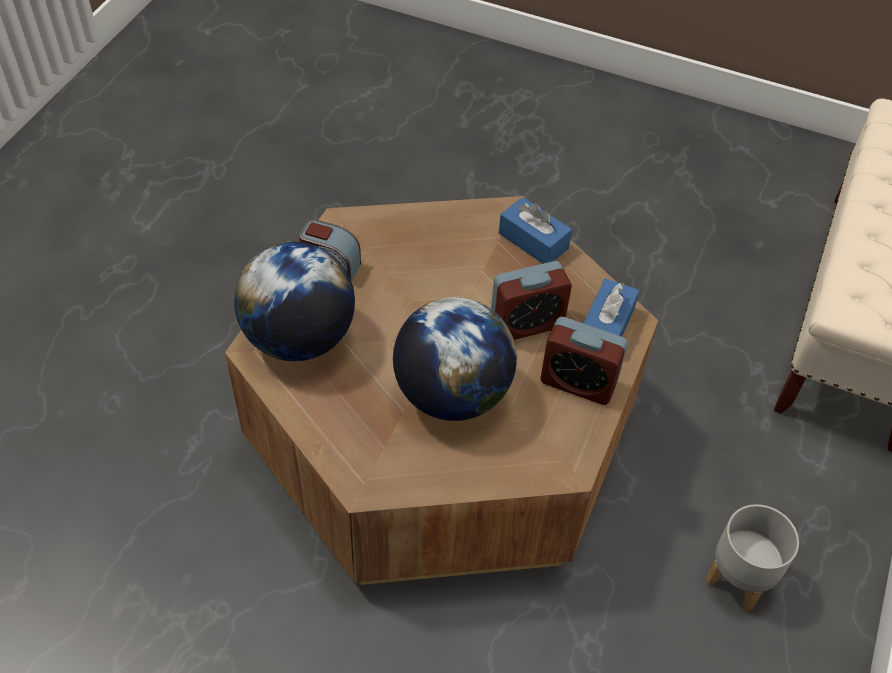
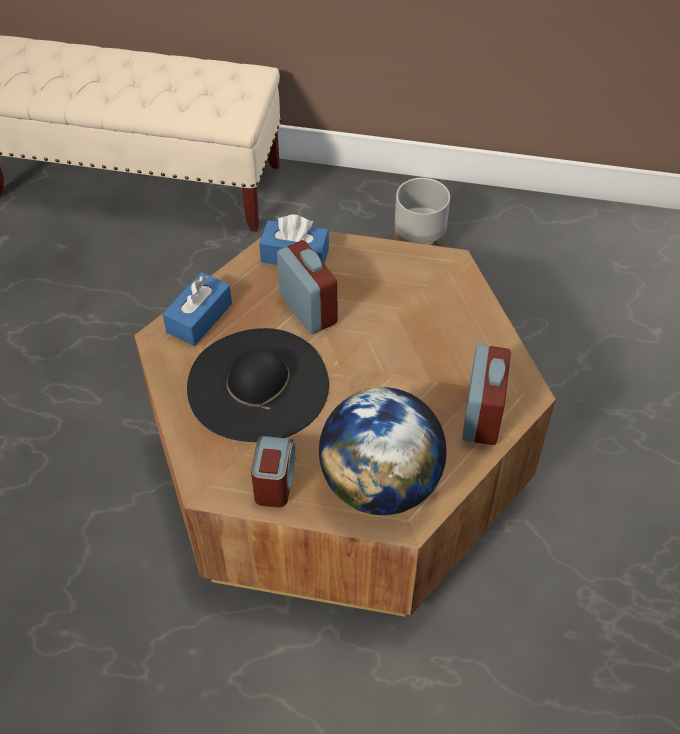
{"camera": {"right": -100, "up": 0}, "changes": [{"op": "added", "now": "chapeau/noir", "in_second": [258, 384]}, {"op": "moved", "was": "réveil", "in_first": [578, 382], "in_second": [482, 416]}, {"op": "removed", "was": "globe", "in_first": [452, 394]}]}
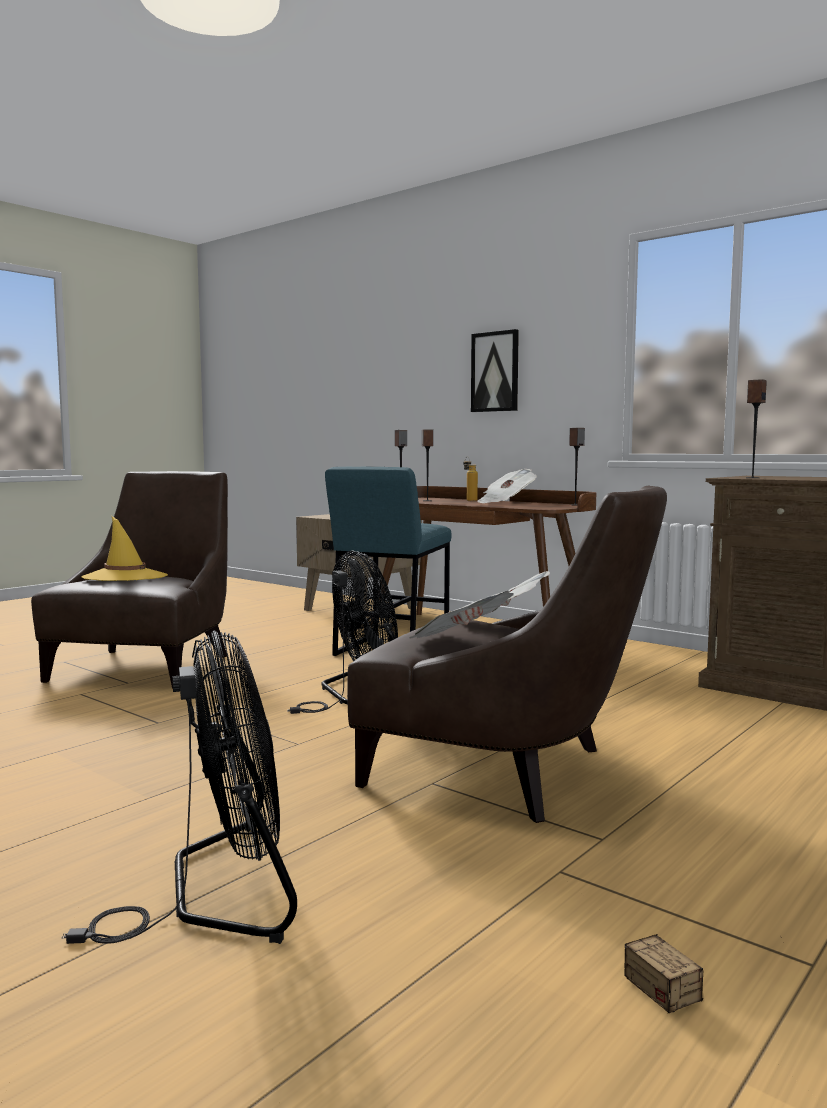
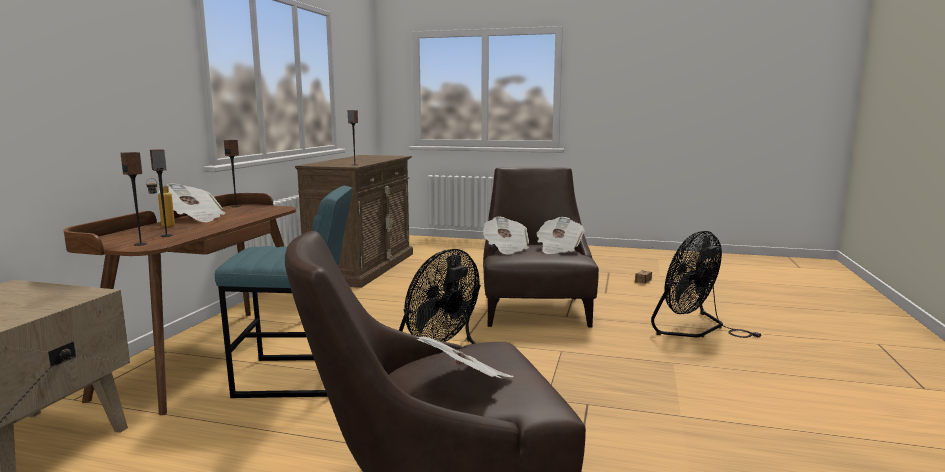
{"camera": {"right": -115, "up": 5}, "changes": [{"op": "replaced", "was": "chapeau/jaune", "now": "journal", "in_first": [125, 577], "in_second": [465, 382]}, {"op": "removed", "was": "tableau", "in_first": [495, 372]}]}
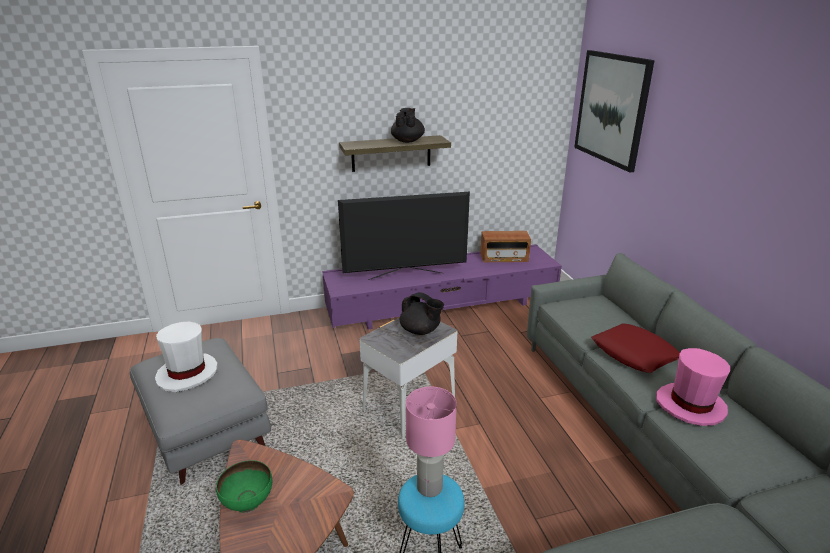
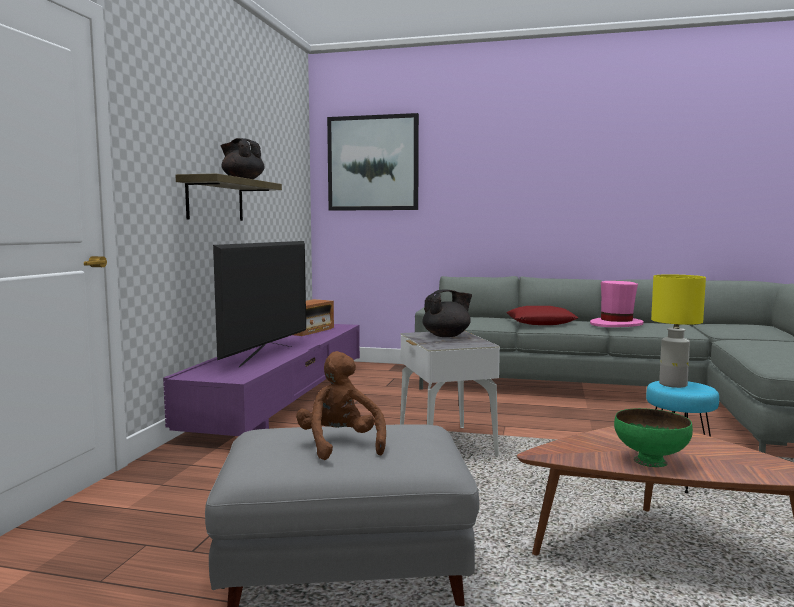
{"camera": {"right": -60, "up": -20}, "changes": [{"op": "replaced", "was": "chapeau/blanc", "now": "peluche/marron", "in_first": [187, 374], "in_second": [340, 445]}, {"op": "recoloured", "was": "lampe de table/rose", "now": "lampe de table/jaune", "in_first": [430, 488], "in_second": [674, 384]}]}
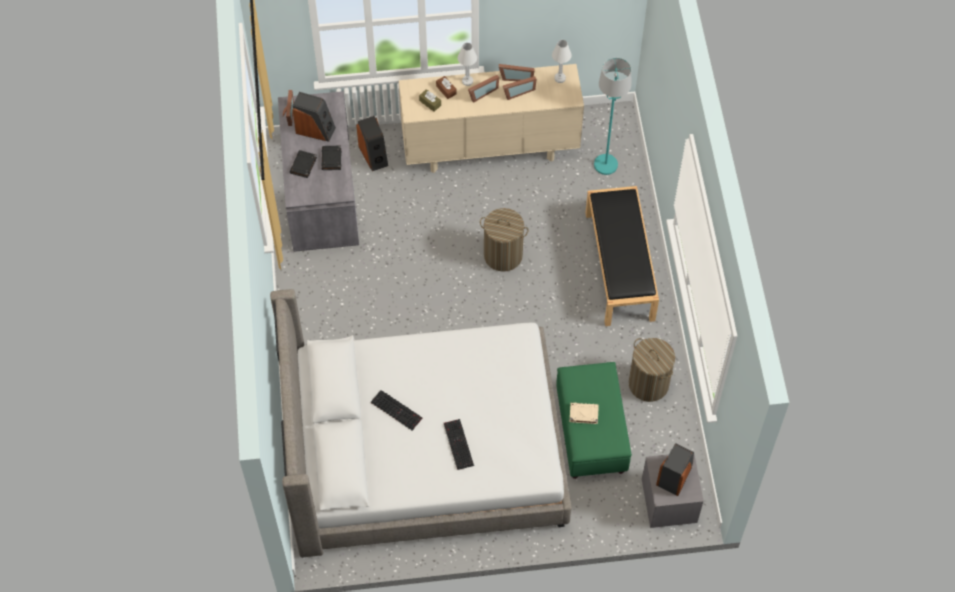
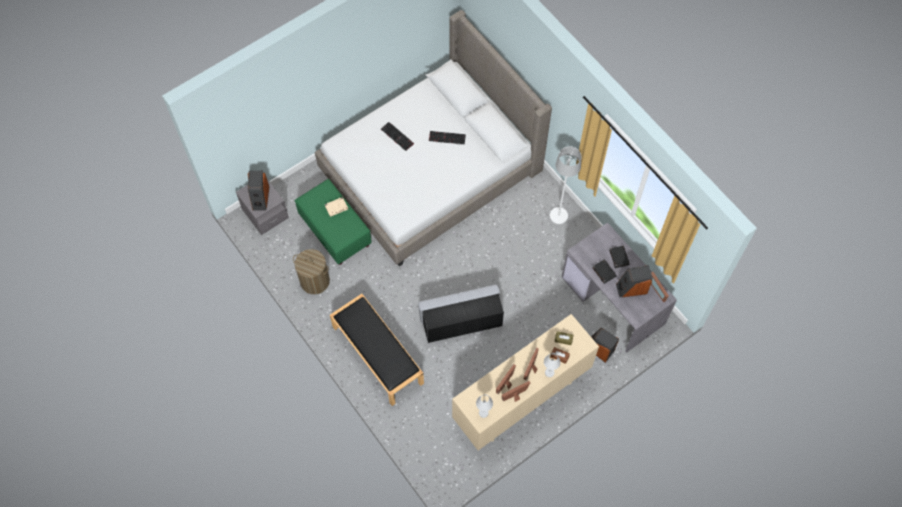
{"camera": {"right": 150, "up": 5}, "changes": [{"op": "replaced", "was": "panier à linge", "now": "pouf/gris", "in_first": [503, 255], "in_second": [461, 320]}, {"op": "added", "now": "lampadaire/blanc", "in_second": [558, 215]}, {"op": "removed", "was": "lampadaire/turquoise", "in_first": [605, 165]}]}
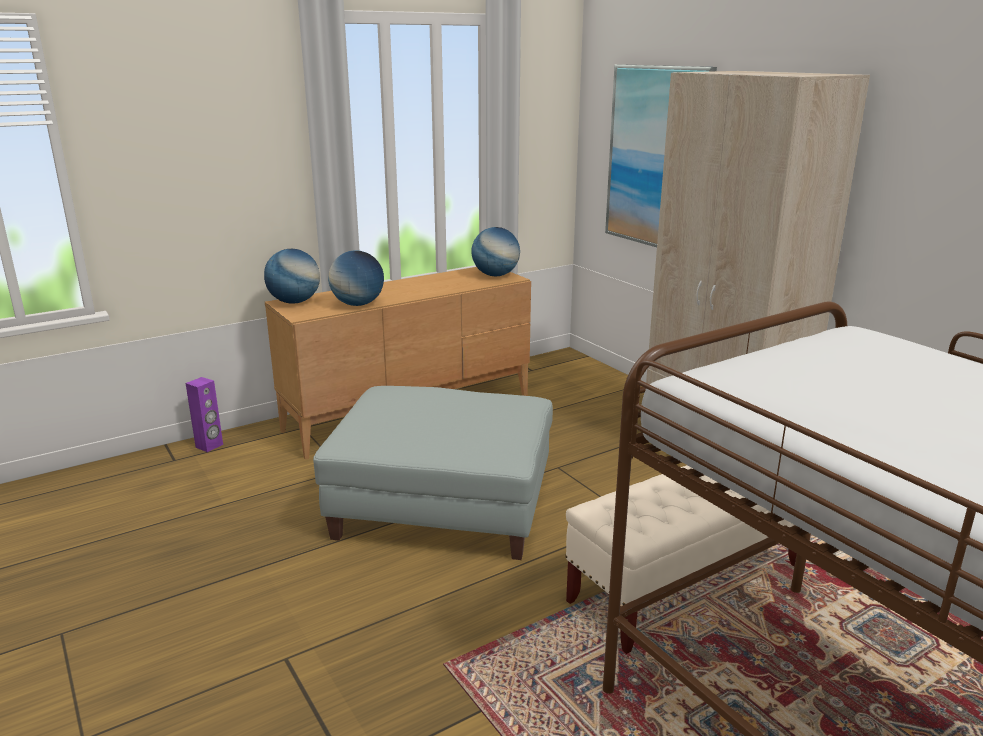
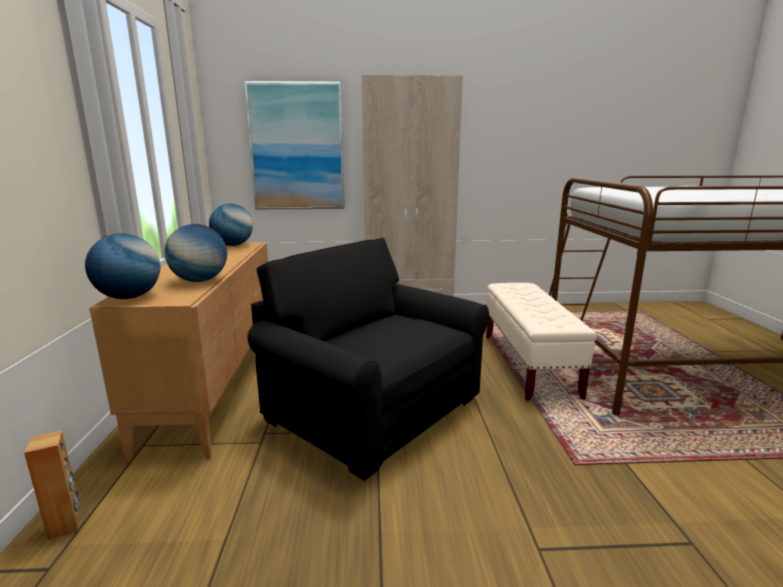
{"camera": {"right": -60, "up": -5}, "changes": [{"op": "recoloured", "was": "enceinte/violet", "now": "enceinte/marron", "in_first": [209, 446], "in_second": [66, 525]}, {"op": "replaced", "was": "pouf/gris", "now": "fauteuil/noir", "in_first": [444, 504], "in_second": [375, 409]}]}
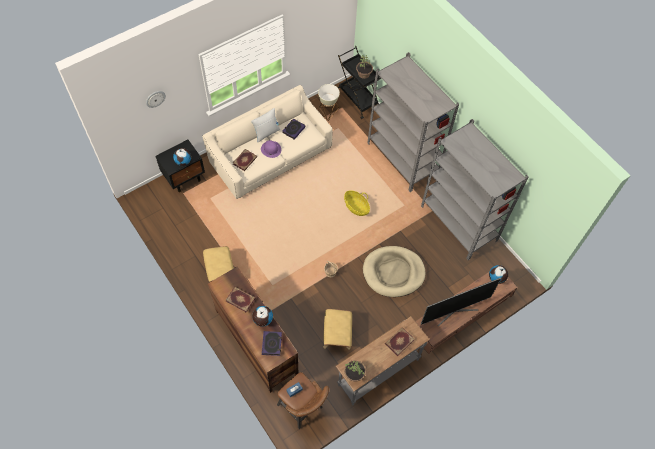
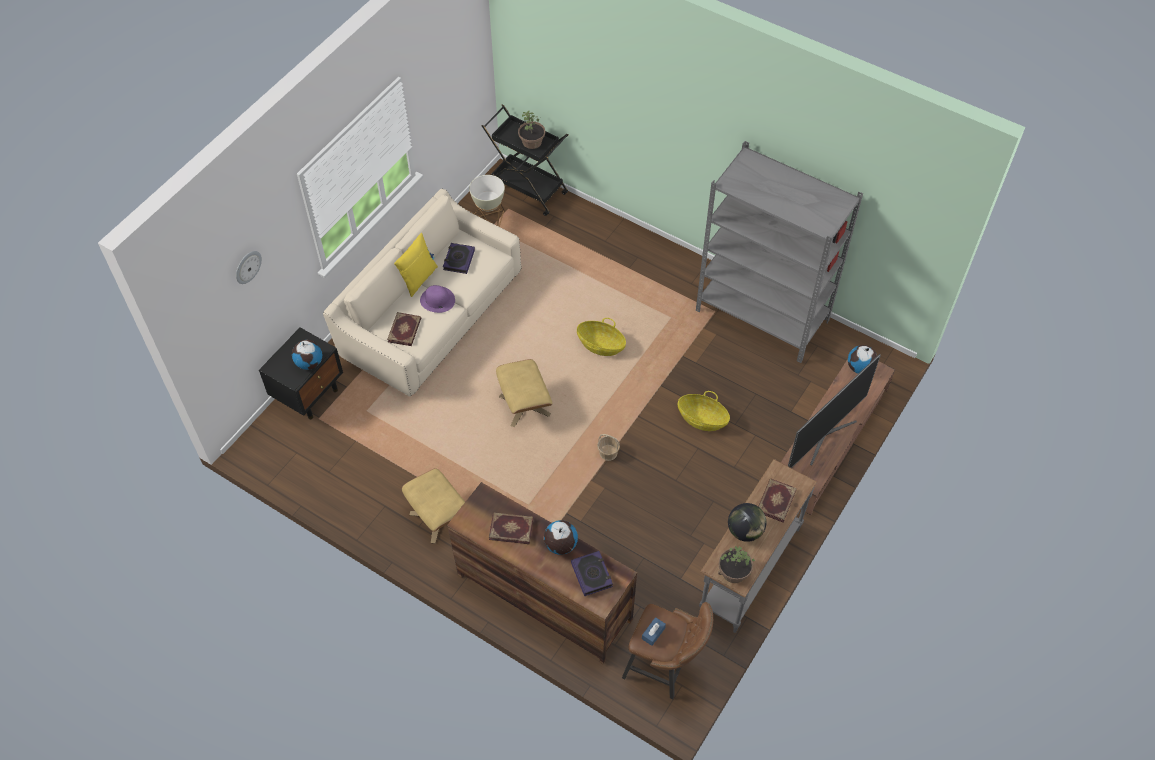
{"camera": {"right": -20, "up": -5}, "changes": [{"op": "recoloured", "was": "coussin/gris", "now": "coussin/jaune", "in_first": [266, 133], "in_second": [418, 279]}, {"op": "moved", "was": "pouf/beige", "in_first": [337, 336], "in_second": [524, 405]}, {"op": "replaced", "was": "panier pour chien/beige", "now": "panier", "in_first": [393, 272], "in_second": [702, 419]}, {"op": "added", "now": "globe", "in_second": [745, 531]}, {"op": "removed", "was": "bibliothèque/gris", "in_first": [402, 159]}]}
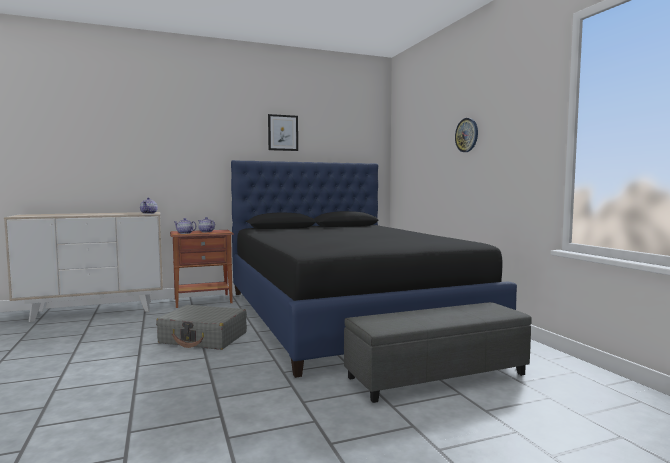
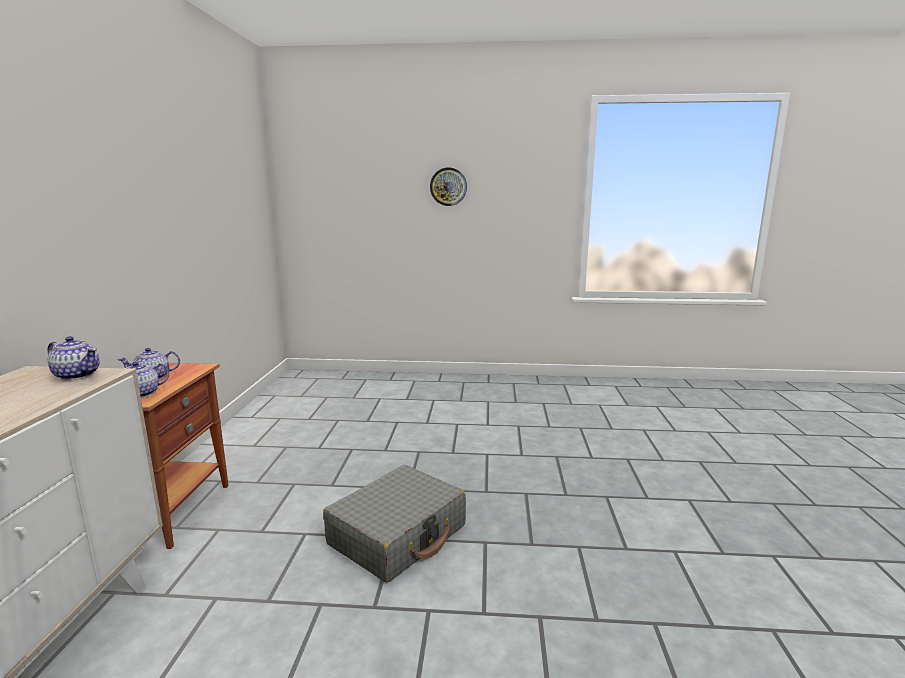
{"camera": {"right": -65, "up": 10}, "changes": [{"op": "removed", "was": "lit/noir", "in_first": [346, 314]}, {"op": "removed", "was": "tableau", "in_first": [283, 133]}, {"op": "removed", "was": "pouf/gris", "in_first": [436, 375]}]}
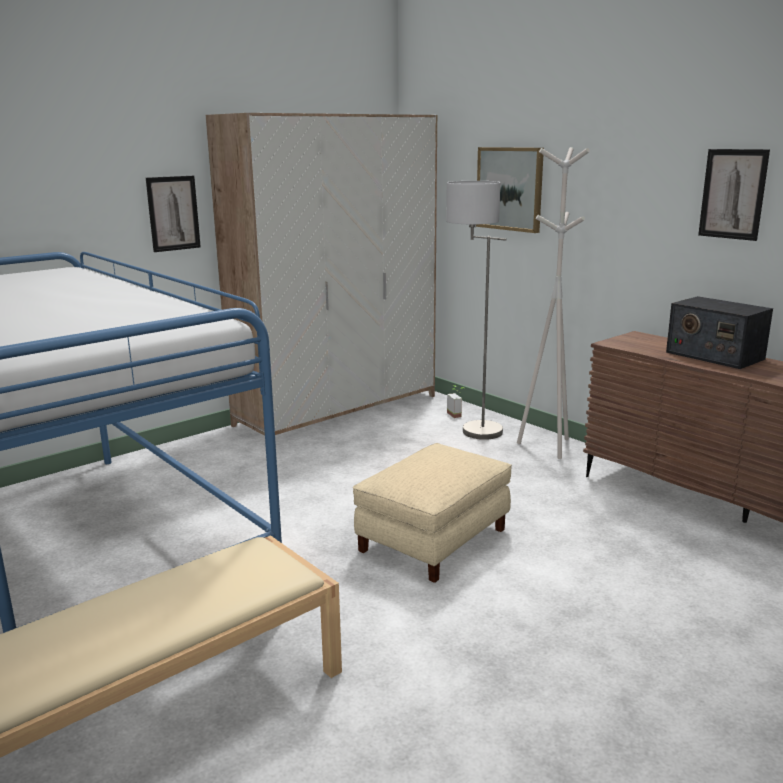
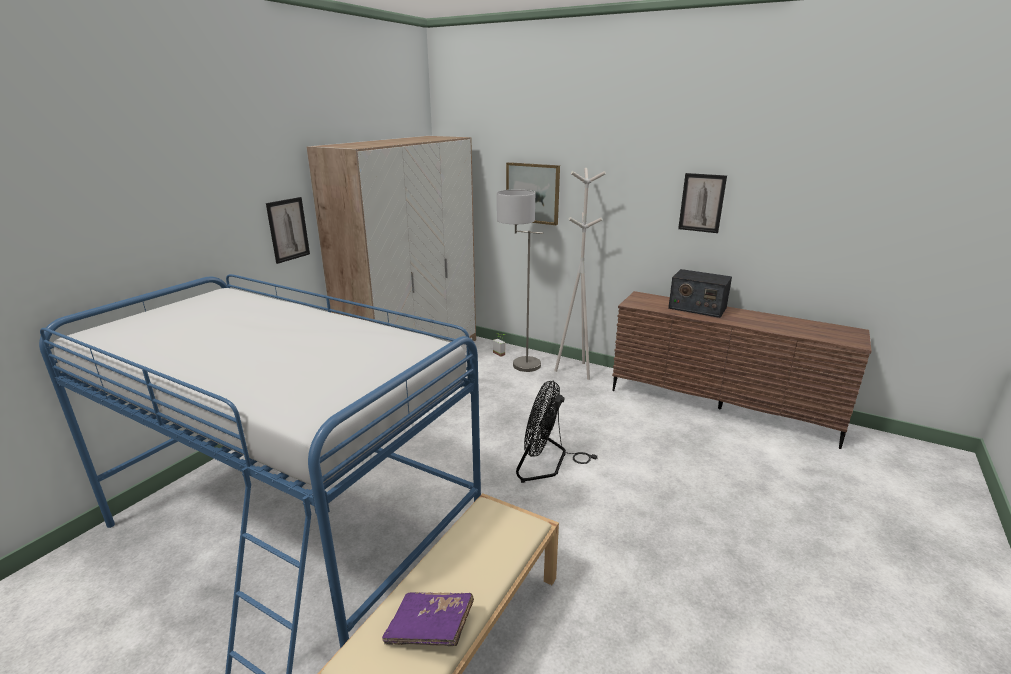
{"camera": {"right": -20, "up": 5}, "changes": [{"op": "added", "now": "livre/violet", "in_second": [430, 628]}, {"op": "replaced", "was": "pouf/beige", "now": "ventilateur/noir", "in_first": [434, 540], "in_second": [549, 460]}]}
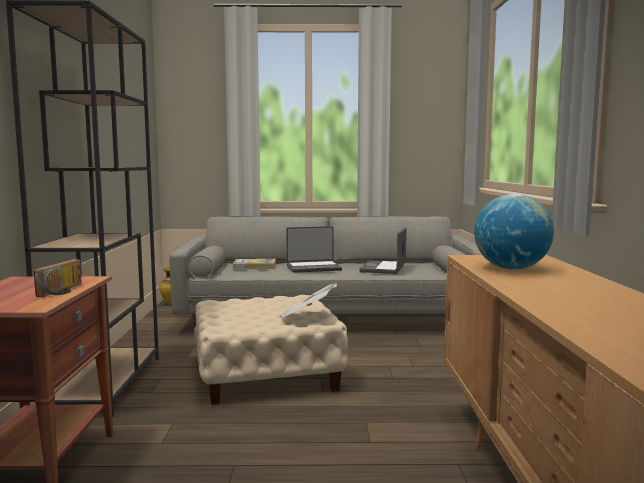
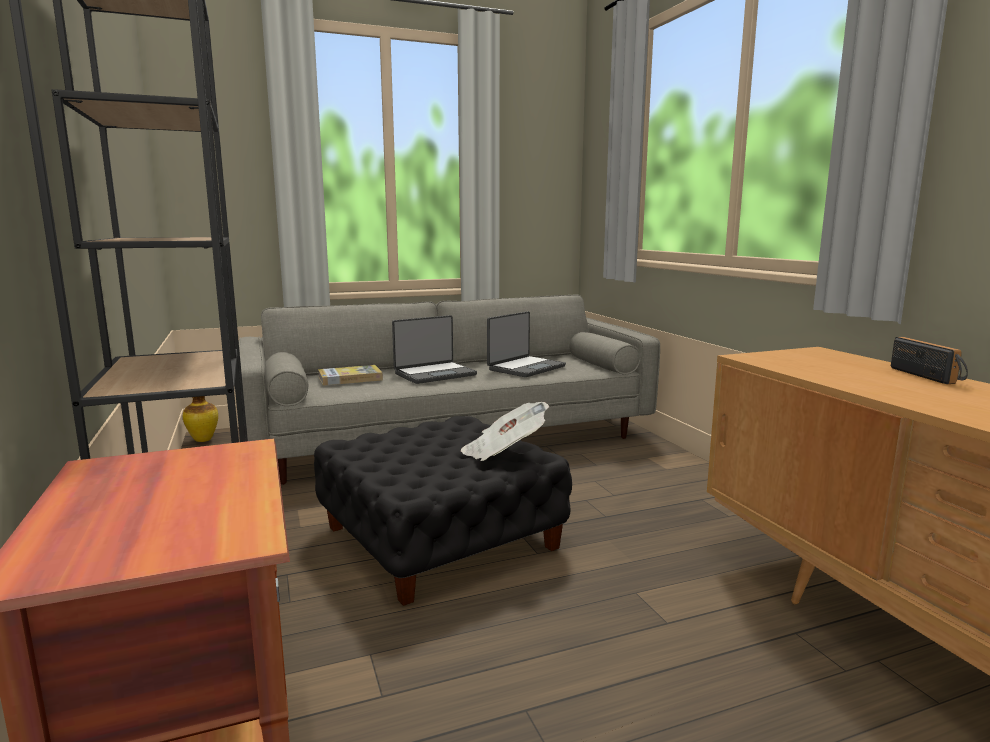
{"camera": {"right": -20, "up": 5}, "changes": [{"op": "recoloured", "was": "pouf/beige", "now": "pouf/noir", "in_first": [266, 374], "in_second": [440, 538]}, {"op": "turned", "was": "ordinateur portable", "in_first": [384, 268], "in_second": [525, 368], "clockwise": -135}, {"op": "moved", "was": "radio", "in_first": [63, 291], "in_second": [930, 376]}, {"op": "removed", "was": "globe", "in_first": [511, 268]}]}
